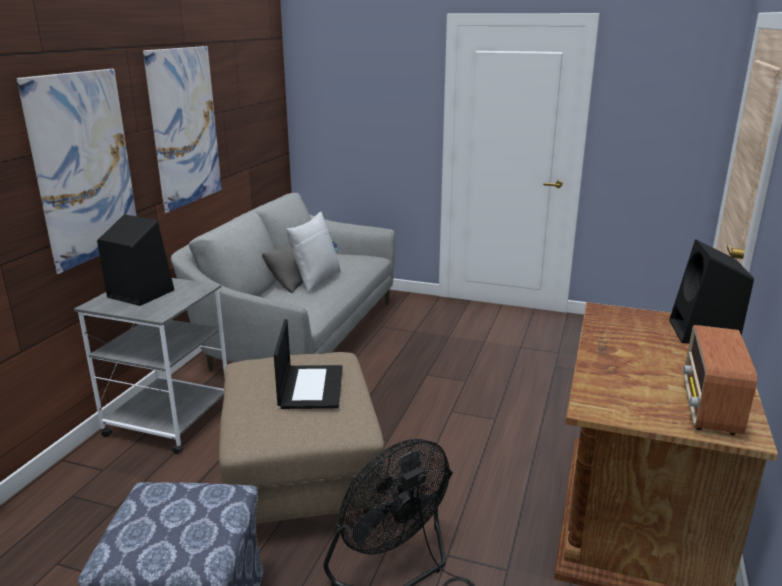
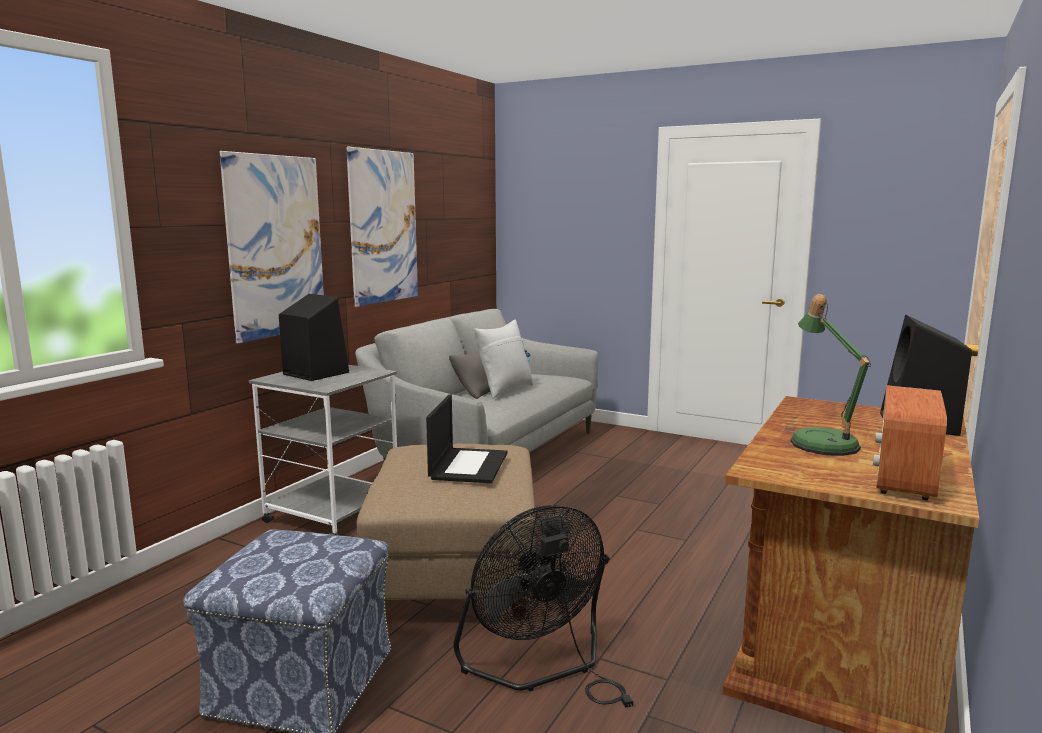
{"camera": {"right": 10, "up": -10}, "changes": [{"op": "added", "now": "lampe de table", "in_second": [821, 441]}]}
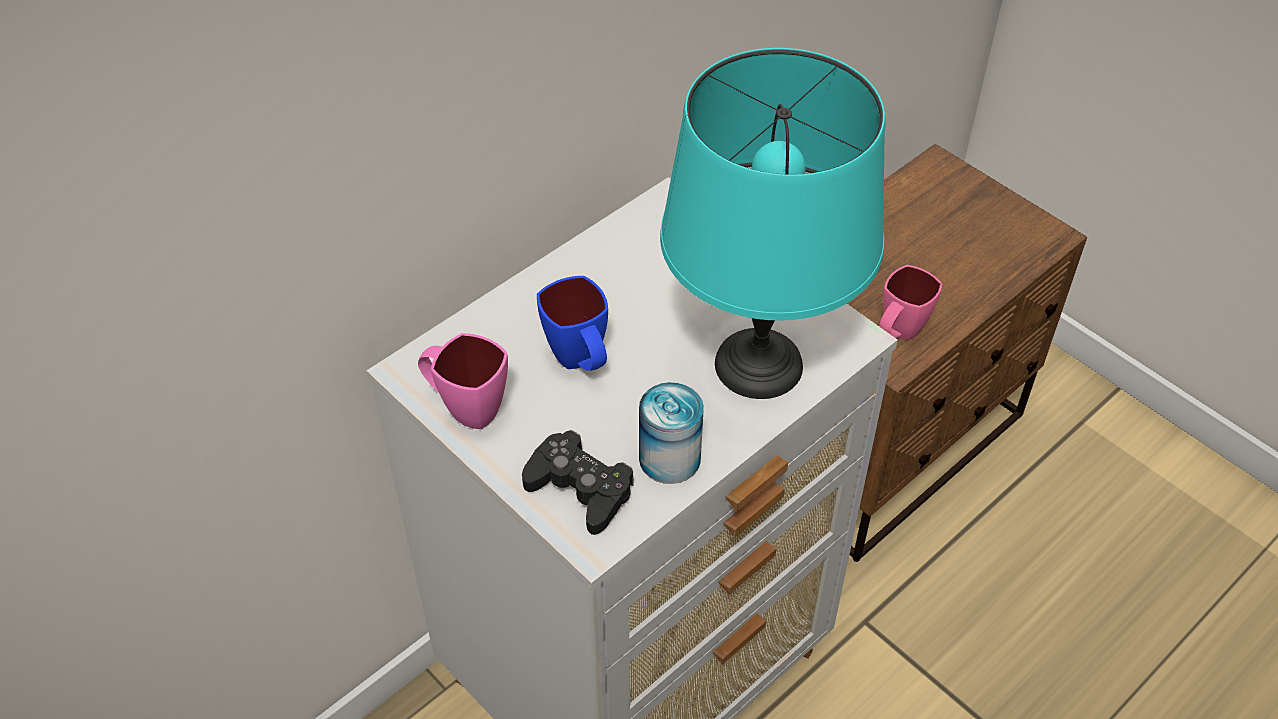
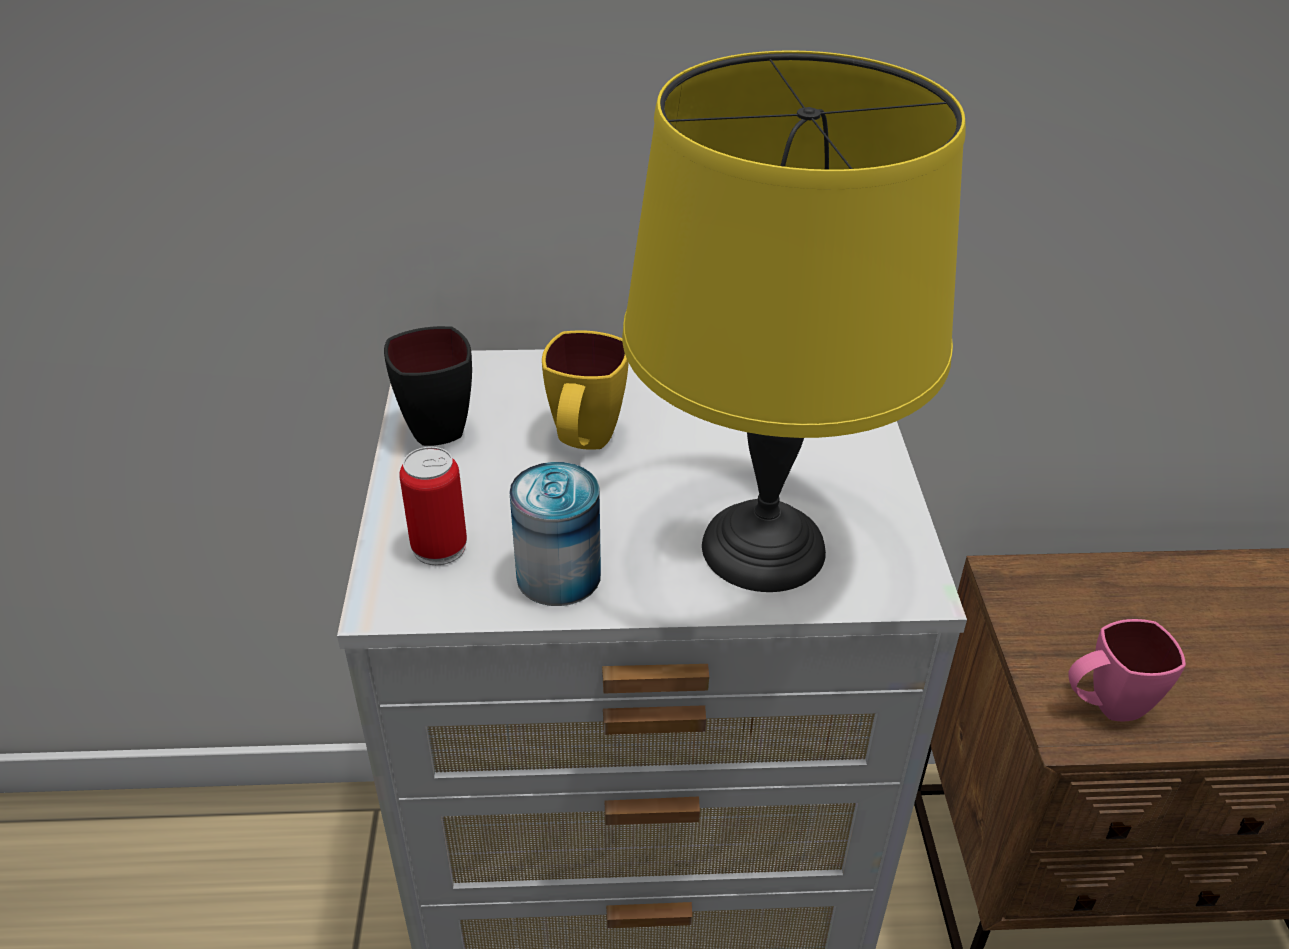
{"camera": {"right": 40, "up": -10}, "changes": [{"op": "recoloured", "was": "mug/rose", "now": "mug/noir", "in_first": [465, 407], "in_second": [434, 422]}, {"op": "replaced", "was": "manette/noir", "now": "boîte métallique", "in_first": [580, 489], "in_second": [439, 547]}, {"op": "recoloured", "was": "mug/bleu", "now": "mug/jaune", "in_first": [580, 362], "in_second": [583, 444]}, {"op": "recoloured", "was": "lampe de table/turquoise", "now": "lampe de table/jaune", "in_first": [756, 363], "in_second": [762, 546]}]}
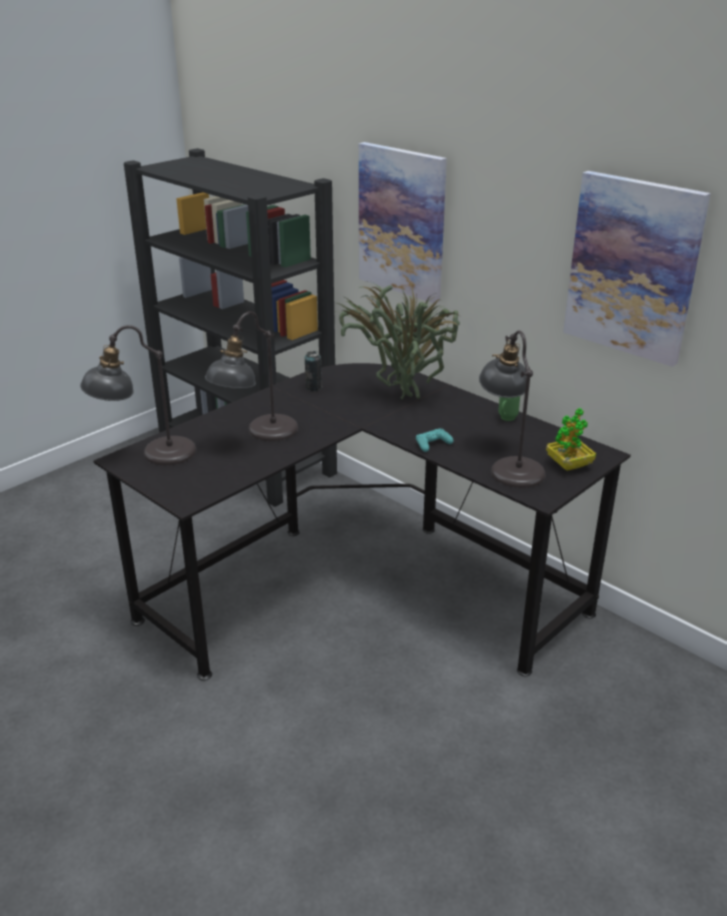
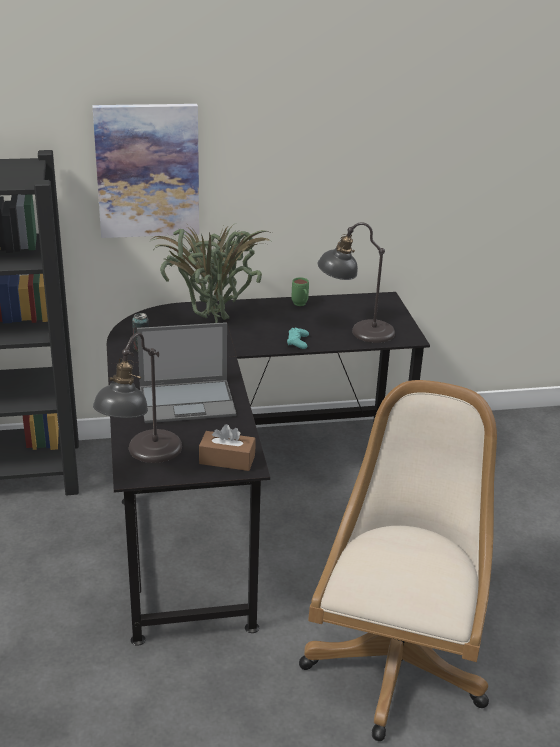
{"camera": {"right": -55, "up": 0}, "changes": [{"op": "replaced", "was": "lampe de table/gris", "now": "ordinateur portable", "in_first": [257, 437], "in_second": [188, 401]}, {"op": "added", "now": "boîte à mouchoirs/marron", "in_second": [227, 459]}, {"op": "added", "now": "chaise de bureau", "in_second": [397, 655]}, {"op": "removed", "was": "plante en pot", "in_first": [568, 465]}, {"op": "removed", "was": "tableau", "in_first": [633, 267]}]}
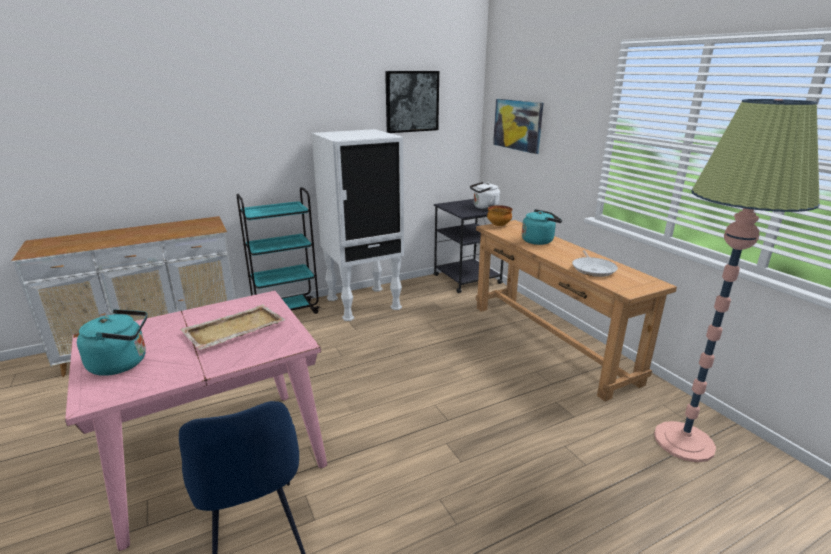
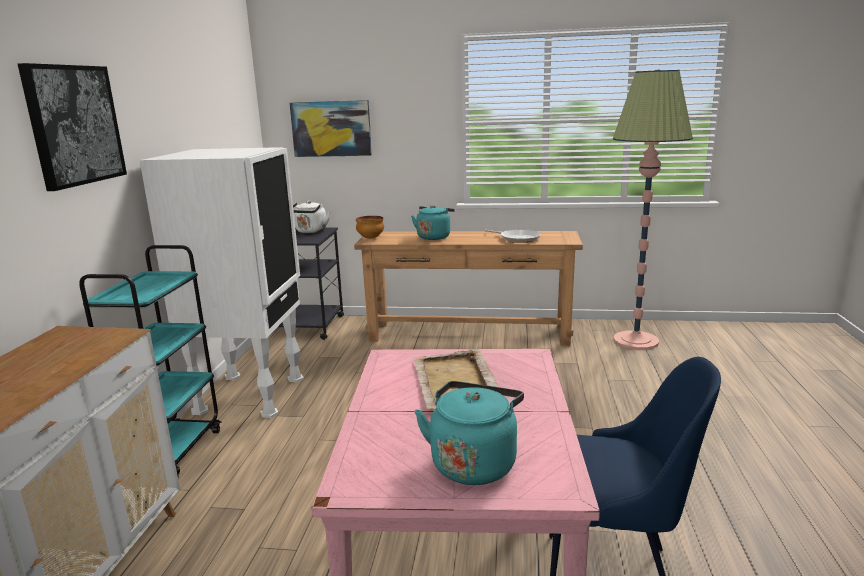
{"camera": {"right": -55, "up": -5}, "changes": [{"op": "moved", "was": "tableau", "in_first": [412, 101], "in_second": [74, 125]}]}
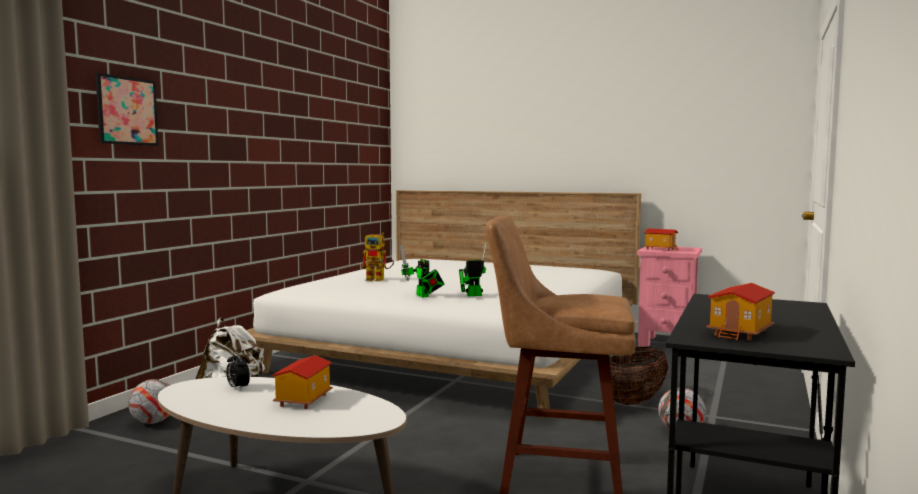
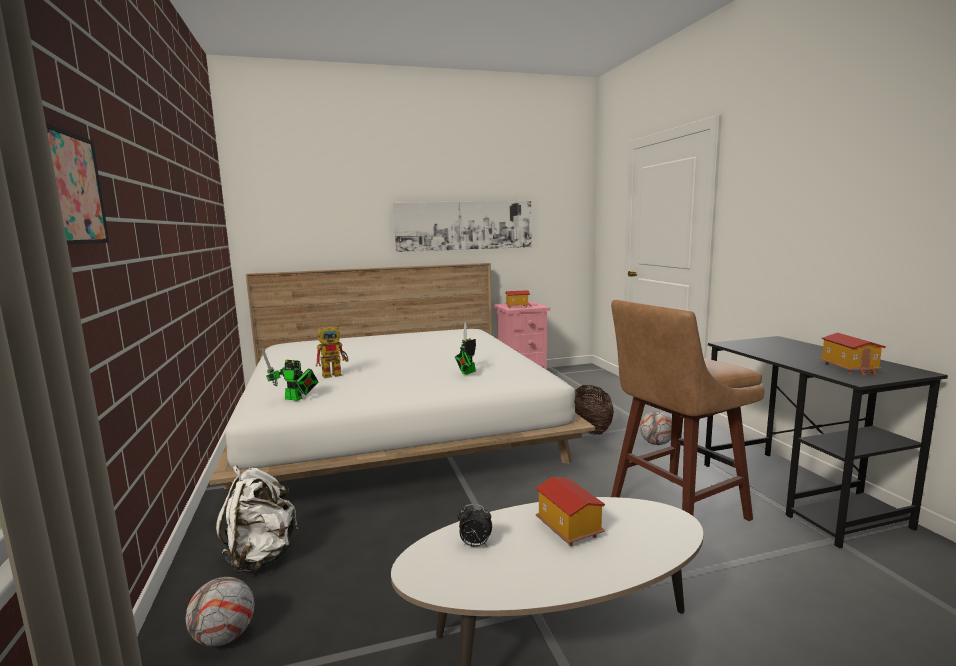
{"camera": {"right": -40, "up": 5}, "changes": [{"op": "moved", "was": "robot jouet", "in_first": [423, 296], "in_second": [296, 399]}, {"op": "added", "now": "tableau", "in_second": [464, 225]}]}
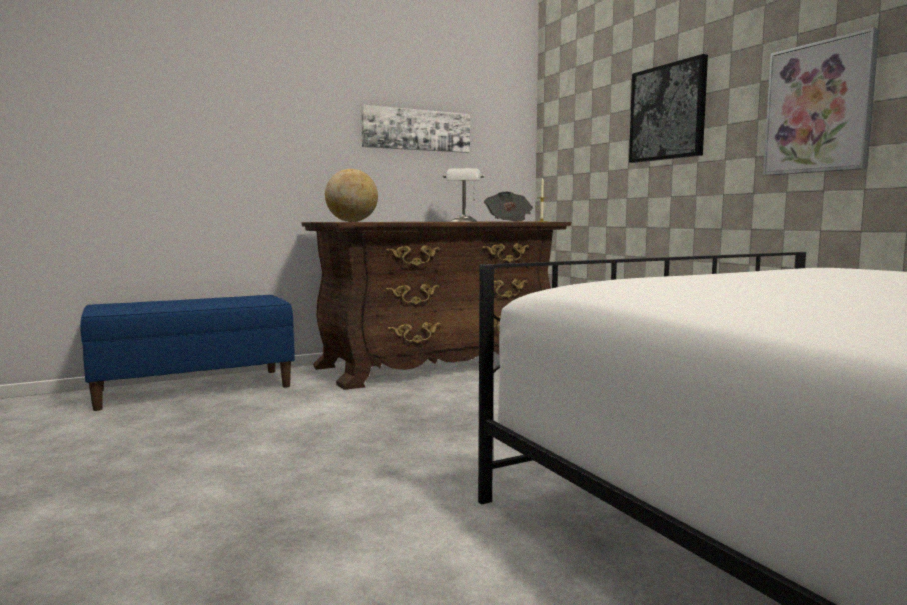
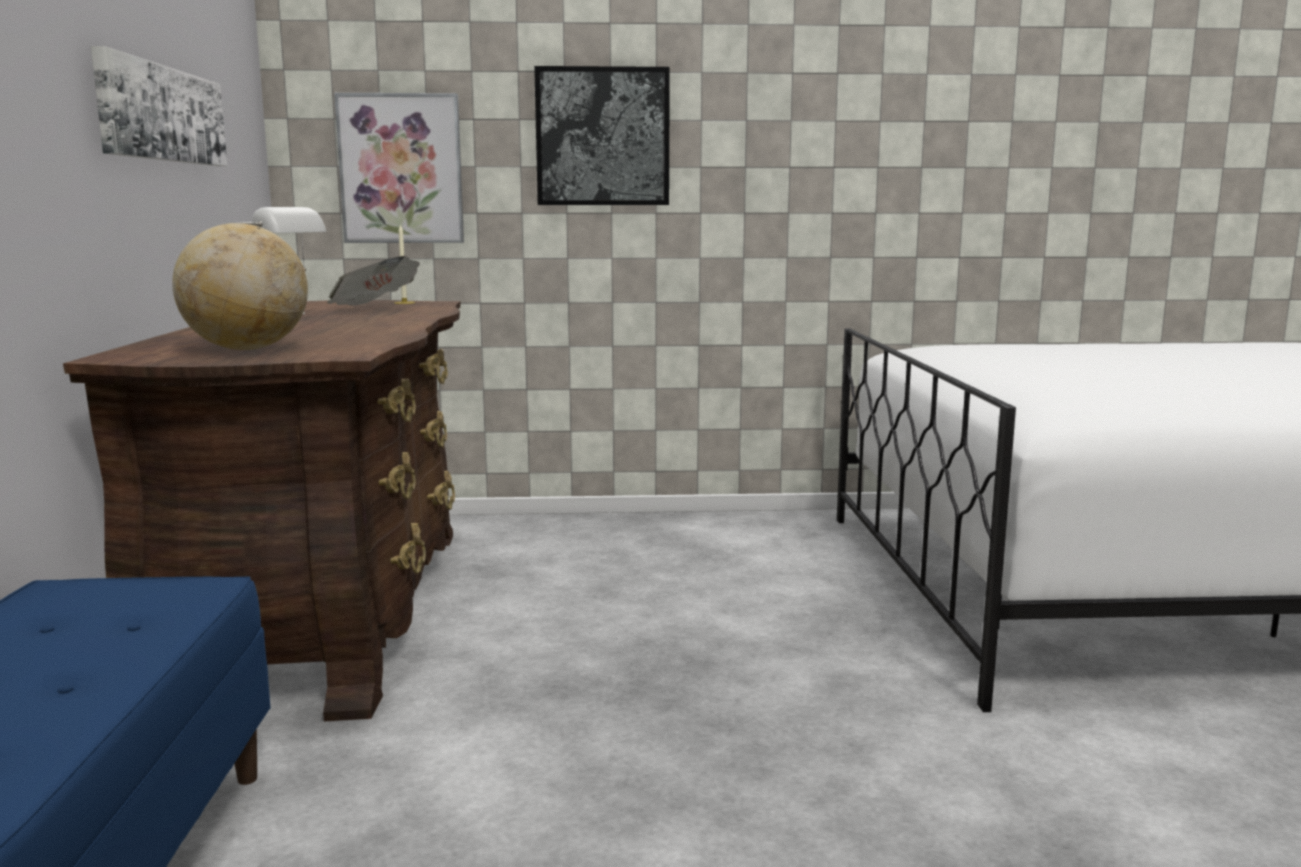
{"camera": {"right": -65, "up": 5}, "changes": [{"op": "moved", "was": "tableau", "in_first": [819, 108], "in_second": [401, 169]}]}
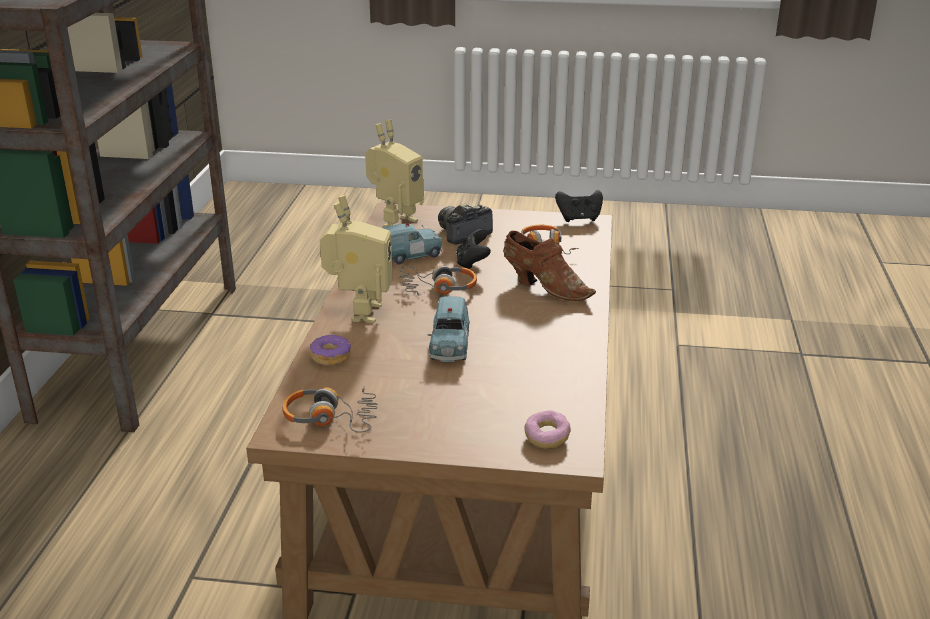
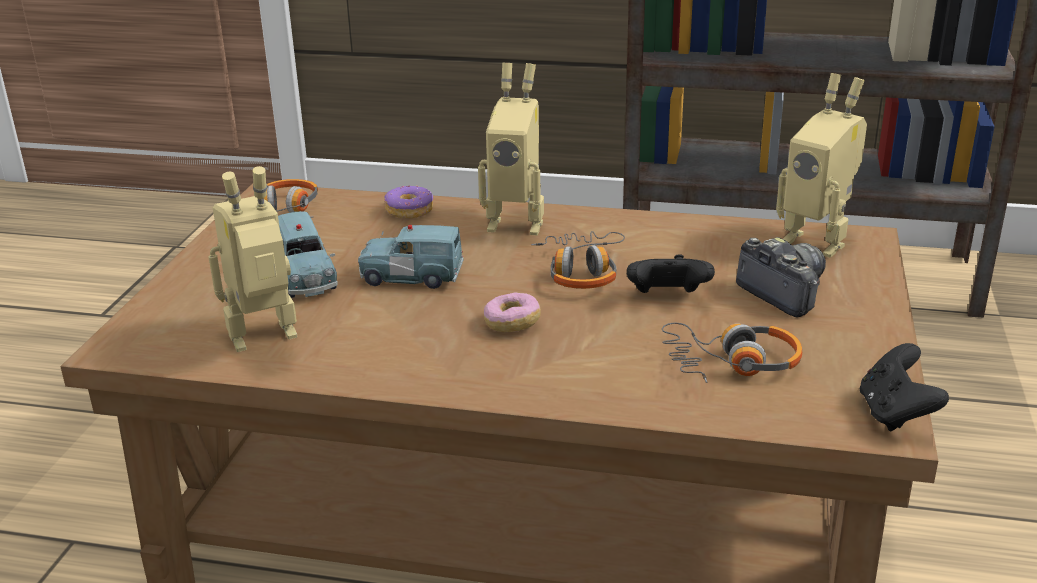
{"camera": {"right": 95, "up": 0}, "changes": [{"op": "added", "now": "robot jouet", "in_second": [266, 341]}, {"op": "moved", "was": "petite voiture/bleu", "in_first": [410, 256], "in_second": [305, 278]}, {"op": "moved", "was": "beignet", "in_first": [546, 438], "in_second": [512, 324]}, {"op": "removed", "was": "chaussure/marron", "in_first": [544, 287]}]}
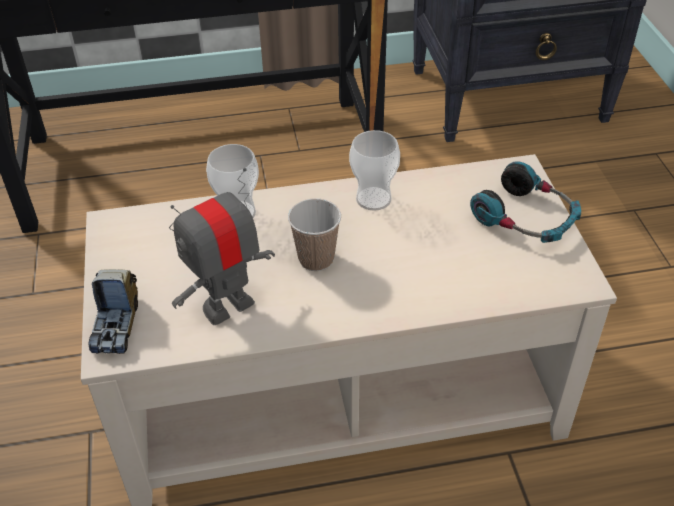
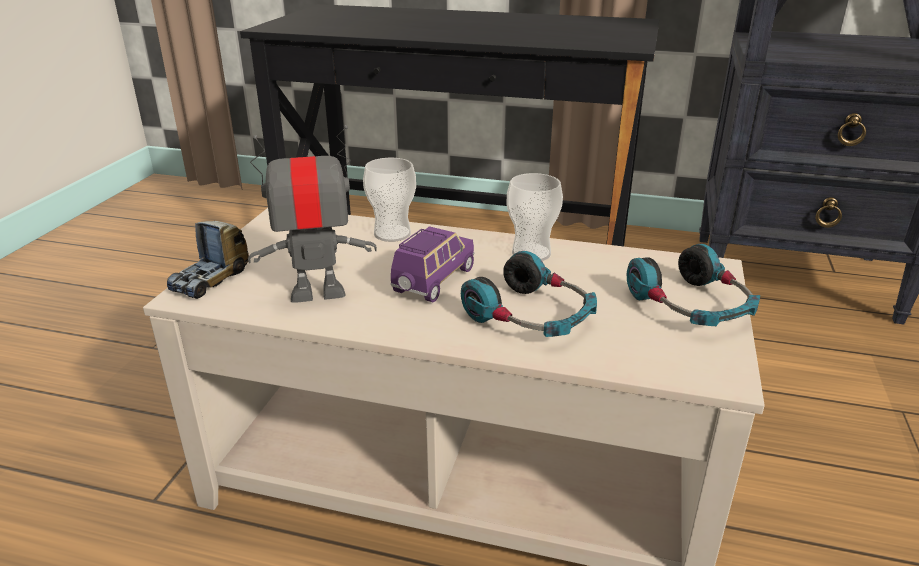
{"camera": {"right": 25, "up": -15}, "changes": [{"op": "replaced", "was": "tasse", "now": "petite voiture/violet", "in_first": [316, 259], "in_second": [433, 281]}, {"op": "added", "now": "casque audio", "in_second": [531, 316]}]}
